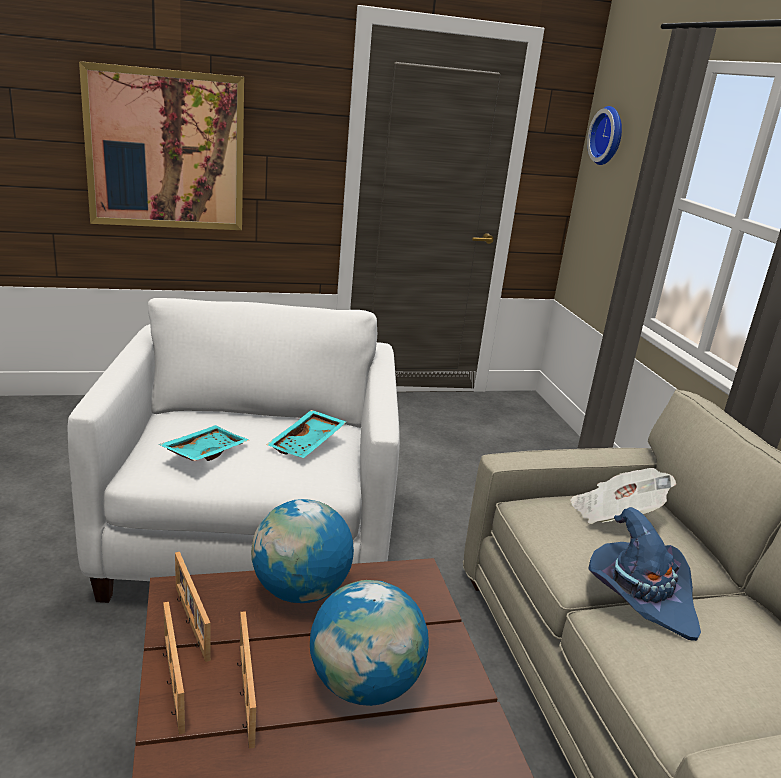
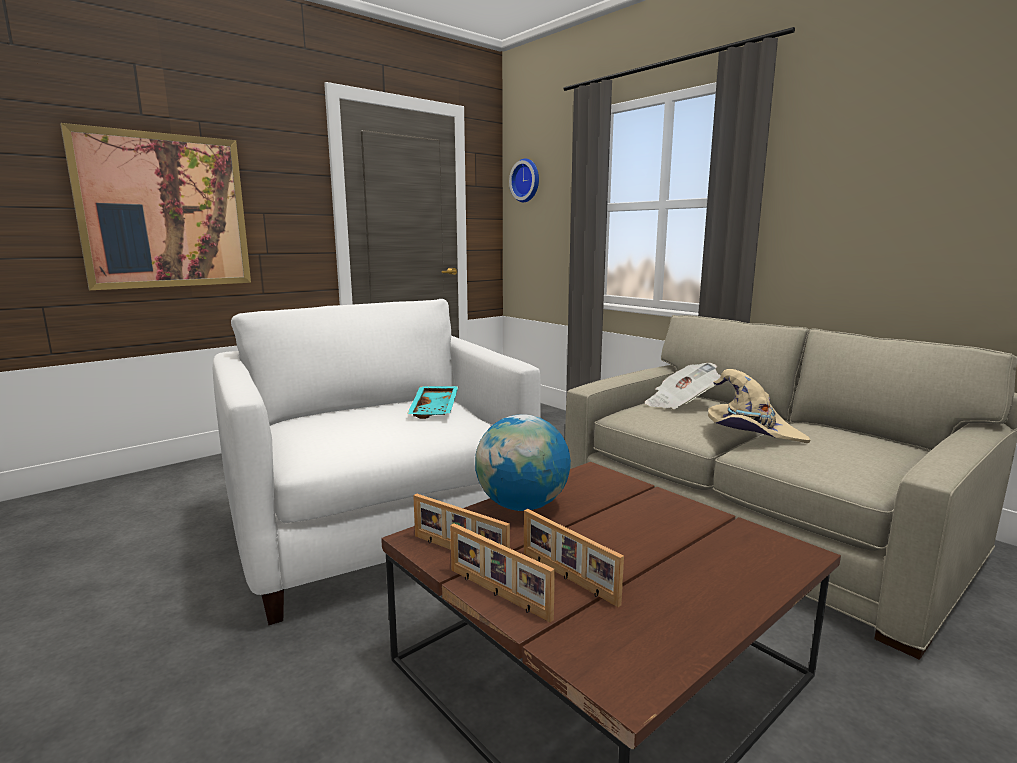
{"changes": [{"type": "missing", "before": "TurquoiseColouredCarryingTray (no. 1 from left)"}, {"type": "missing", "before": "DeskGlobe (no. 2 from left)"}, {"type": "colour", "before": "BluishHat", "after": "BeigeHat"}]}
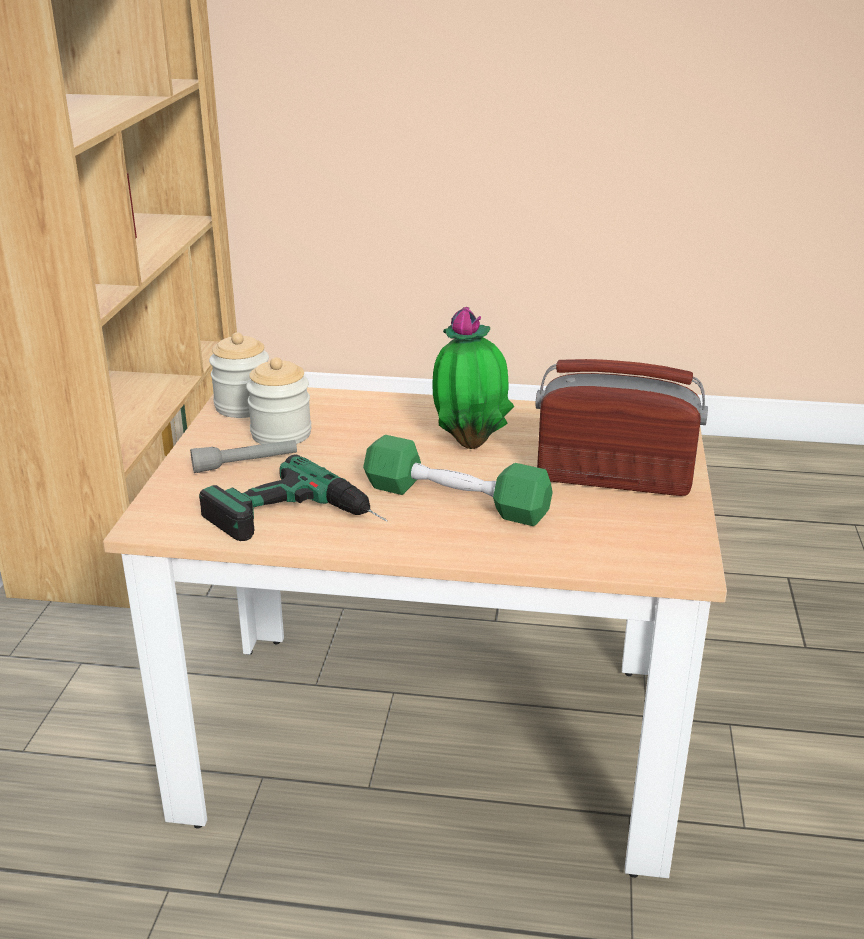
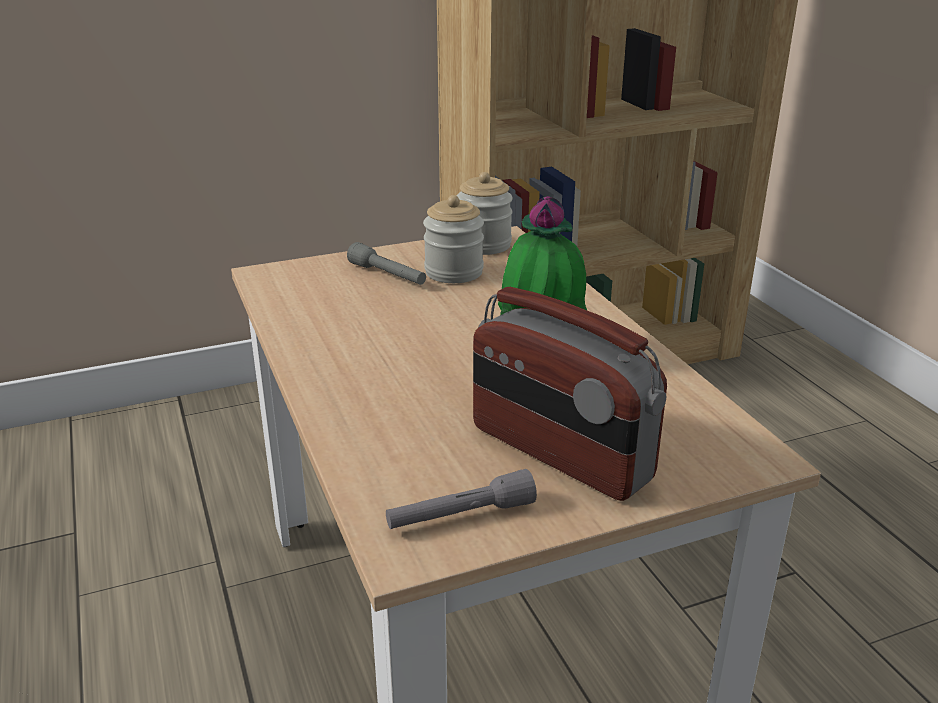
{"changes": [{"type": "missing", "before": "Drill"}, {"type": "missing", "before": "GreenFreeWeight"}, {"type": "appeared", "after": "GreyHandTorch (no. 2 from left)"}, {"type": "spun", "before": "Radio", "turn": 150}]}
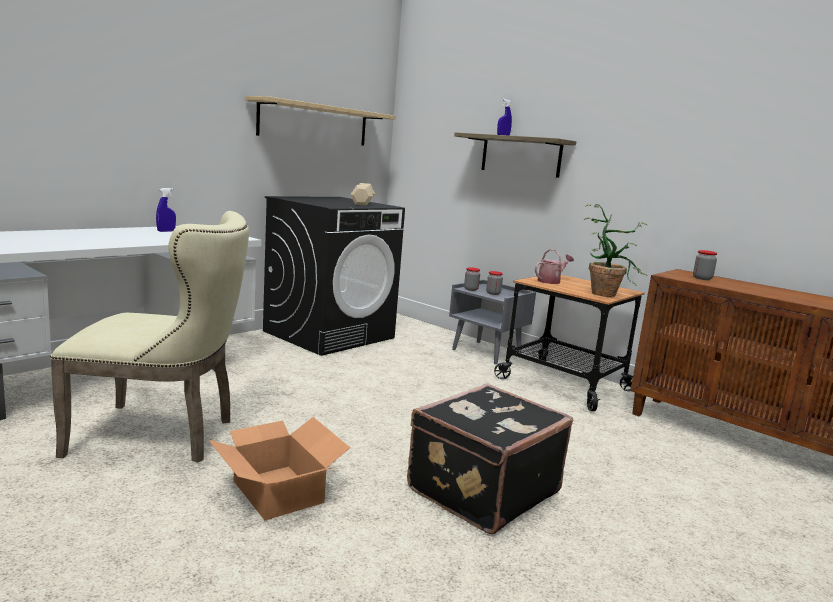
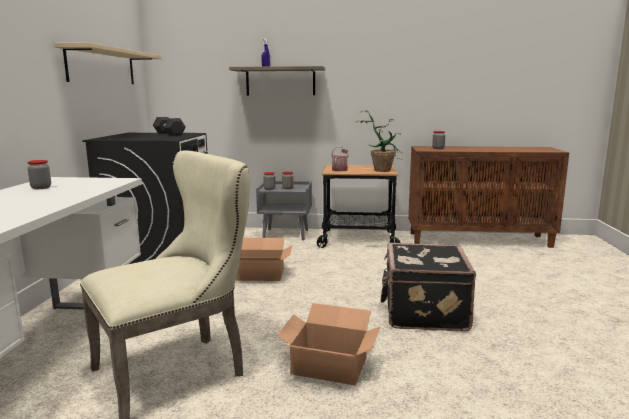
{"changes": [{"type": "appeared", "after": "CardboardBox (no. 1 from left)"}, {"type": "exchanged", "before": "BluishHandSprayer (no. 1 from left)", "after": "PreserveJar (no. 1 from left)"}, {"type": "colour", "before": "BeigeFreeWeight", "after": "BlackColouredFreeWeight"}]}
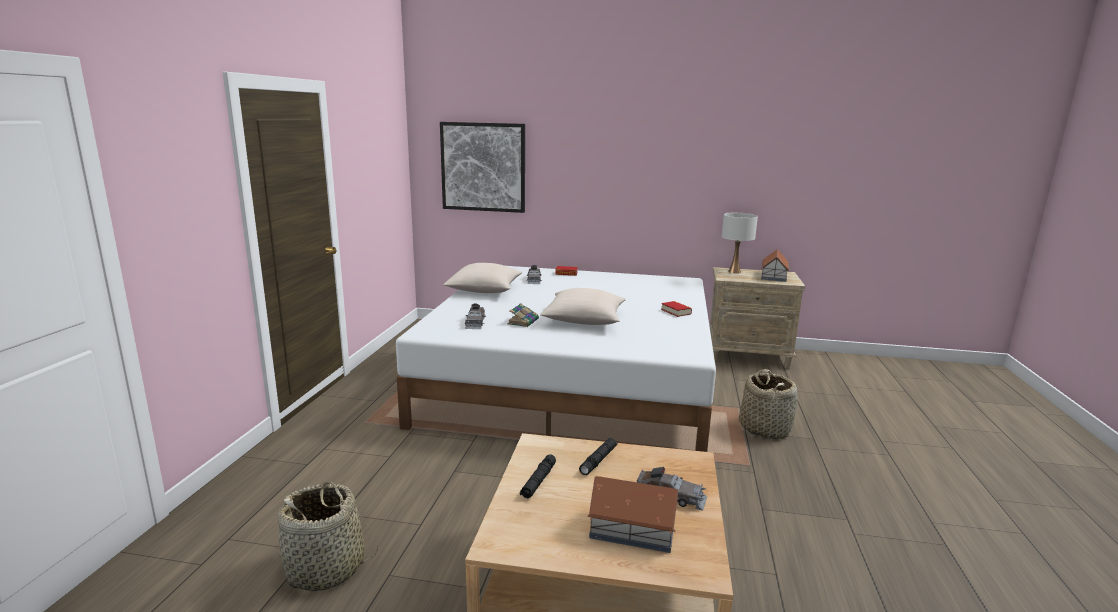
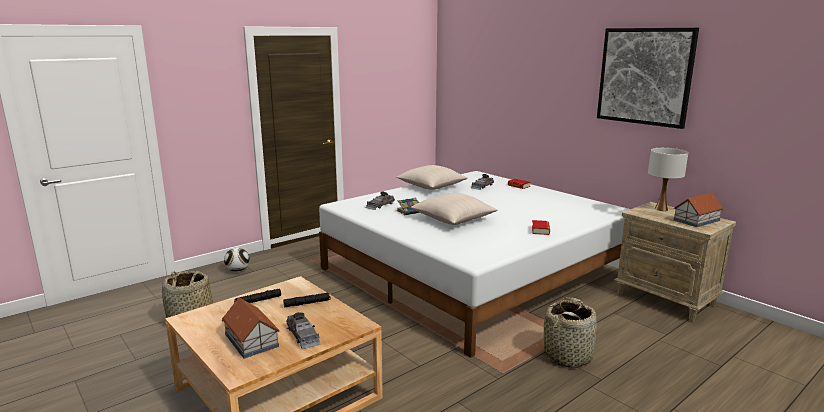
{"changes": [{"type": "appeared", "after": "Football"}, {"type": "relocated", "before": "Picture"}]}
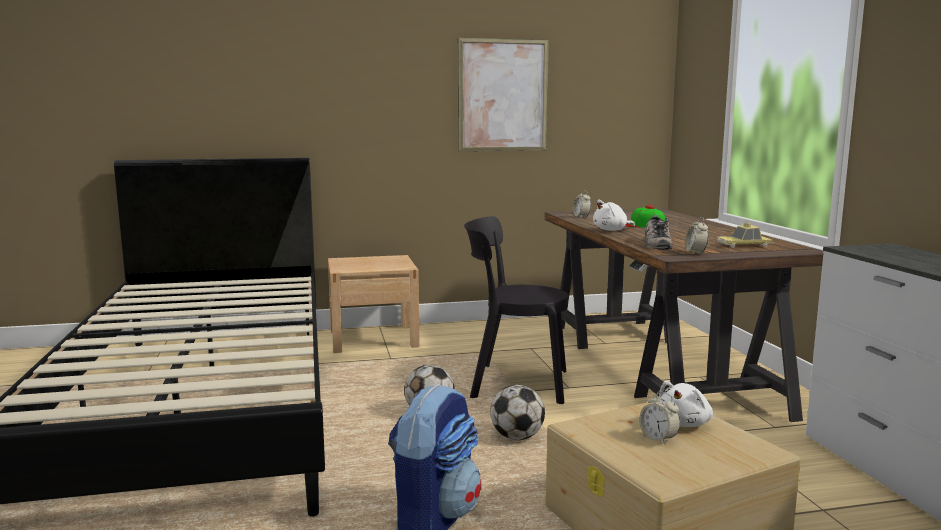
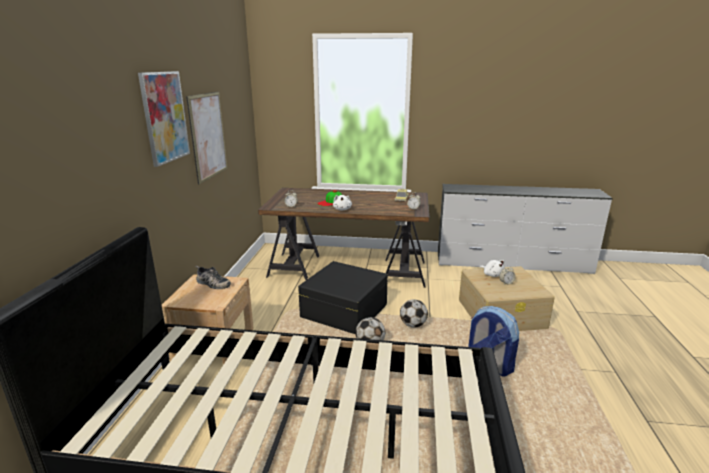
{"changes": [{"type": "appeared", "after": "Picture (no. 1 from left)"}, {"type": "relocated", "before": "LowShoe"}, {"type": "exchanged", "before": "BlackColouredPlainChair", "after": "BlackColouredStorageBox"}]}
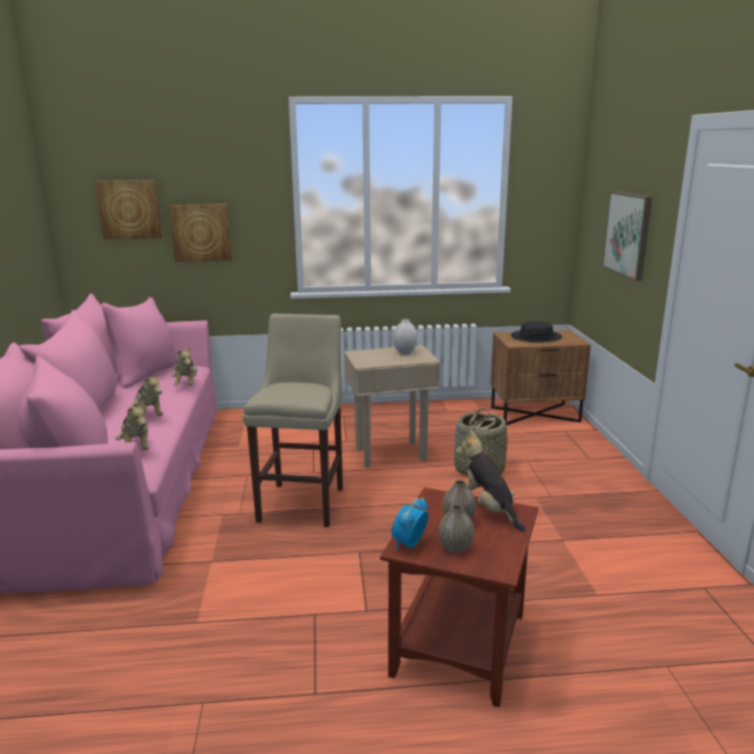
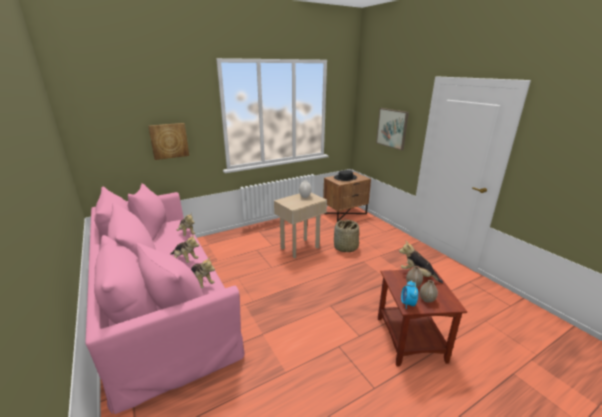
{"changes": [{"type": "missing", "before": "Picture (no. 1 from left)"}, {"type": "missing", "before": "BeigeSittingStool"}]}
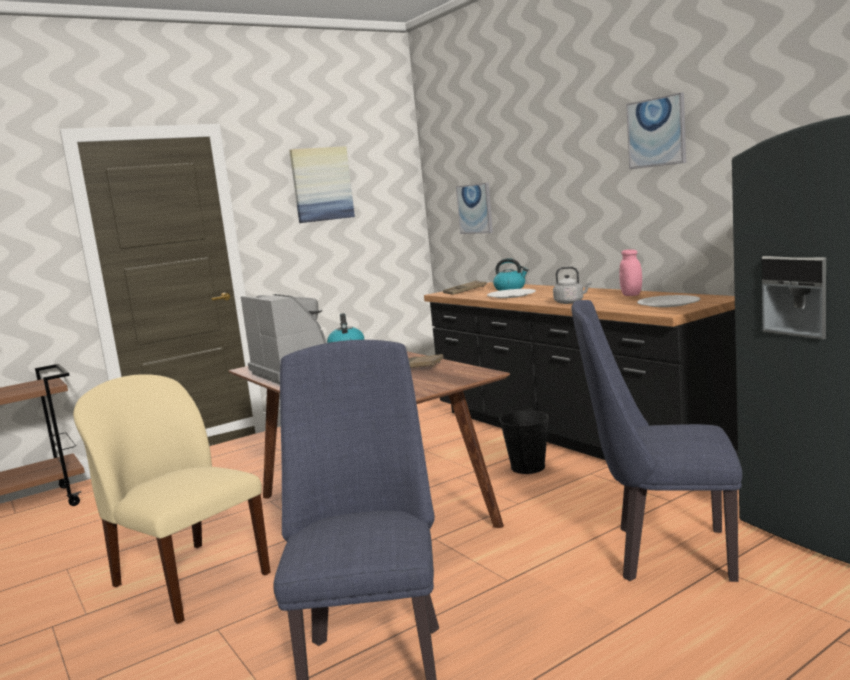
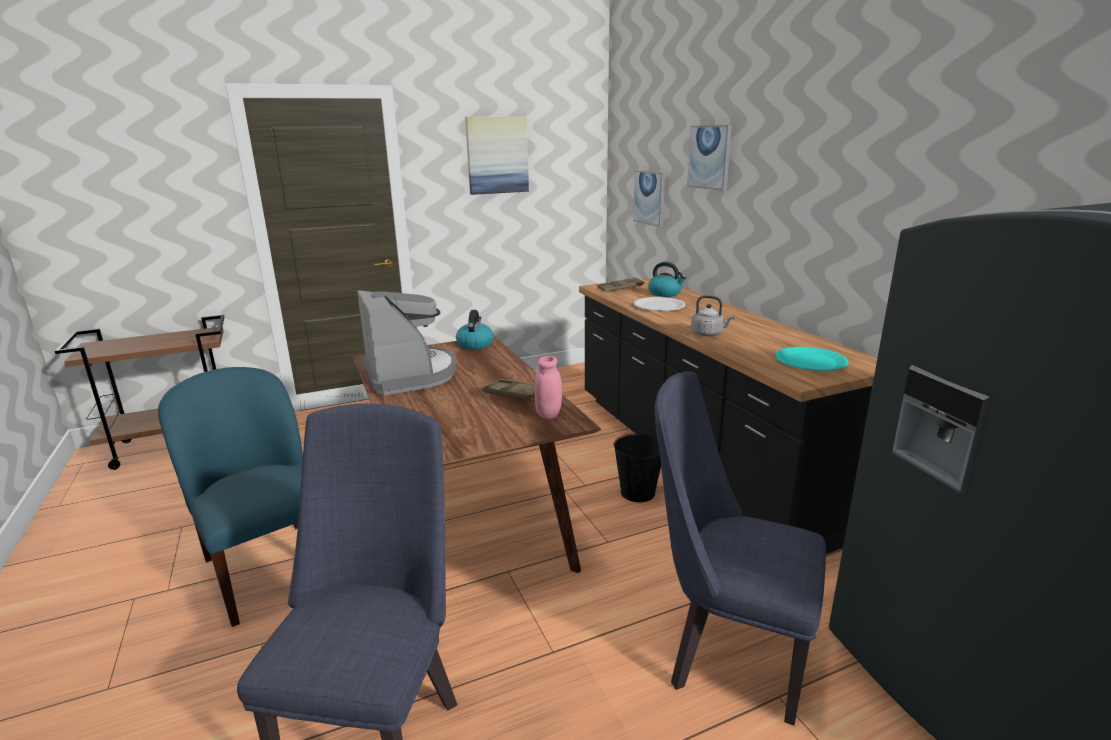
{"changes": [{"type": "relocated", "before": "PinkColouredPreserveJar"}, {"type": "relocated", "before": "Picture (no. 3 from left)"}, {"type": "colour", "before": "BeigePlainChair", "after": "BluishPlainChair (no. 1 from left)"}, {"type": "colour", "before": "WhitePlate (no. 2 from left)", "after": "TurquoiseColouredPlate"}]}
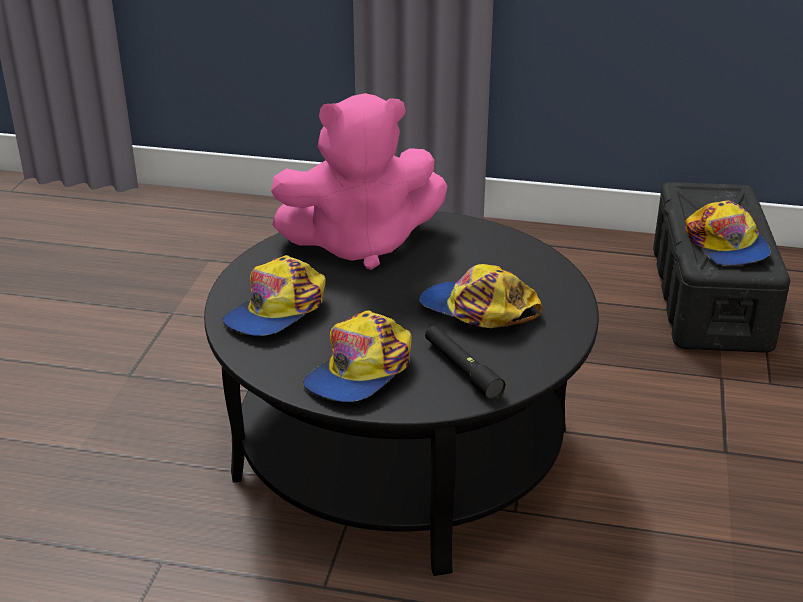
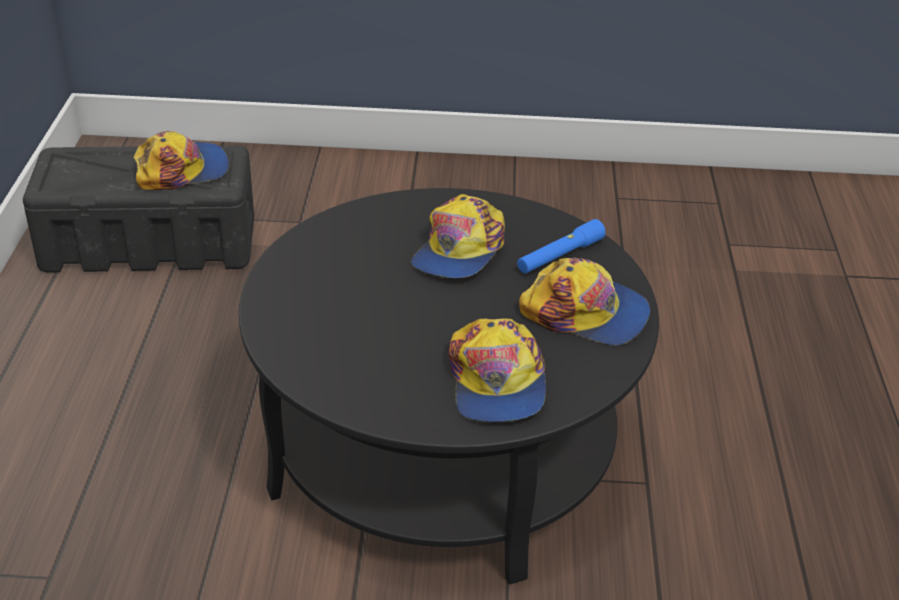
{"changes": [{"type": "missing", "before": "PinkColouredPlushToy"}, {"type": "colour", "before": "BlackColouredHandTorch", "after": "BluishHandTorch"}, {"type": "spun", "before": "Cap (no. 1 from left in the first image)", "turn": 60}]}
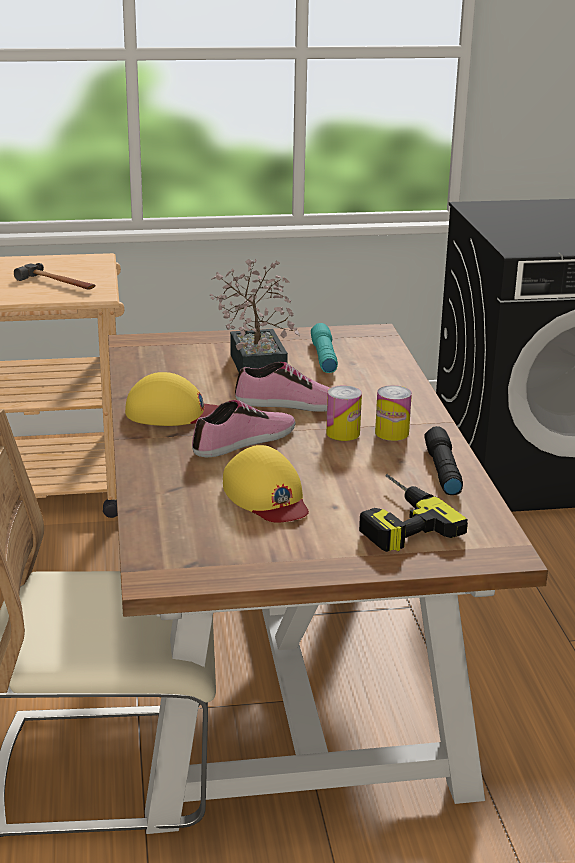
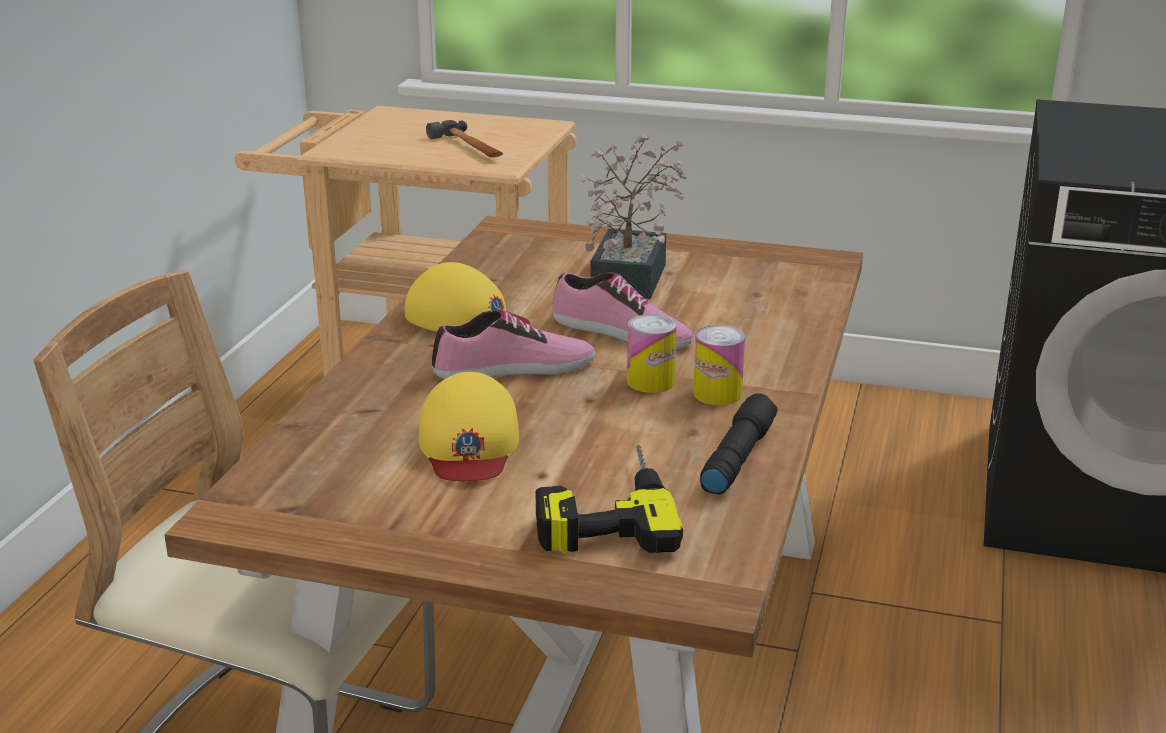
{"changes": [{"type": "missing", "before": "TurquoiseColouredHandTorch"}]}
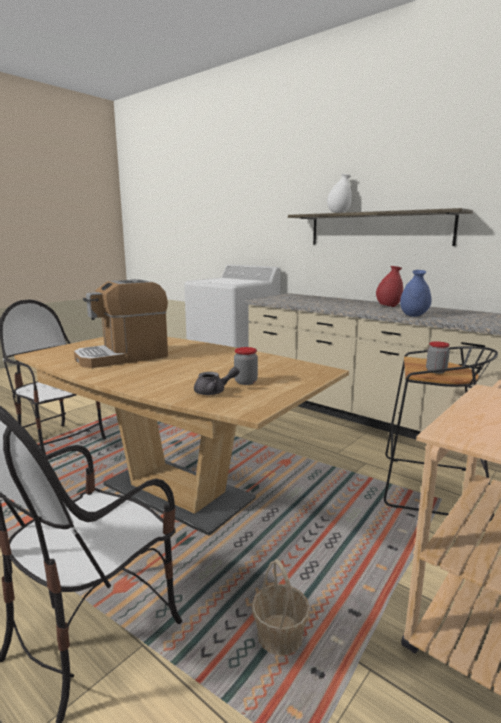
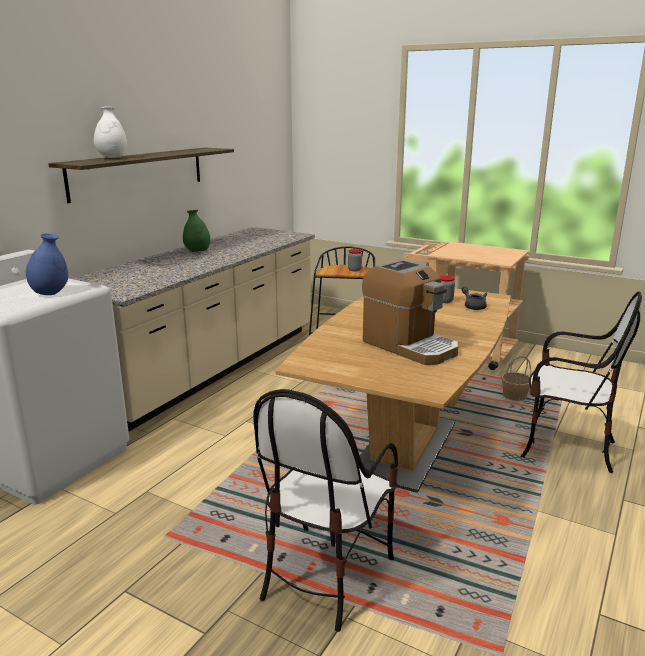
{"changes": [{"type": "relocated", "before": "BluishFlowerVase"}, {"type": "colour", "before": "RedColouredFlowerVase", "after": "GreenFlowerVase"}]}
